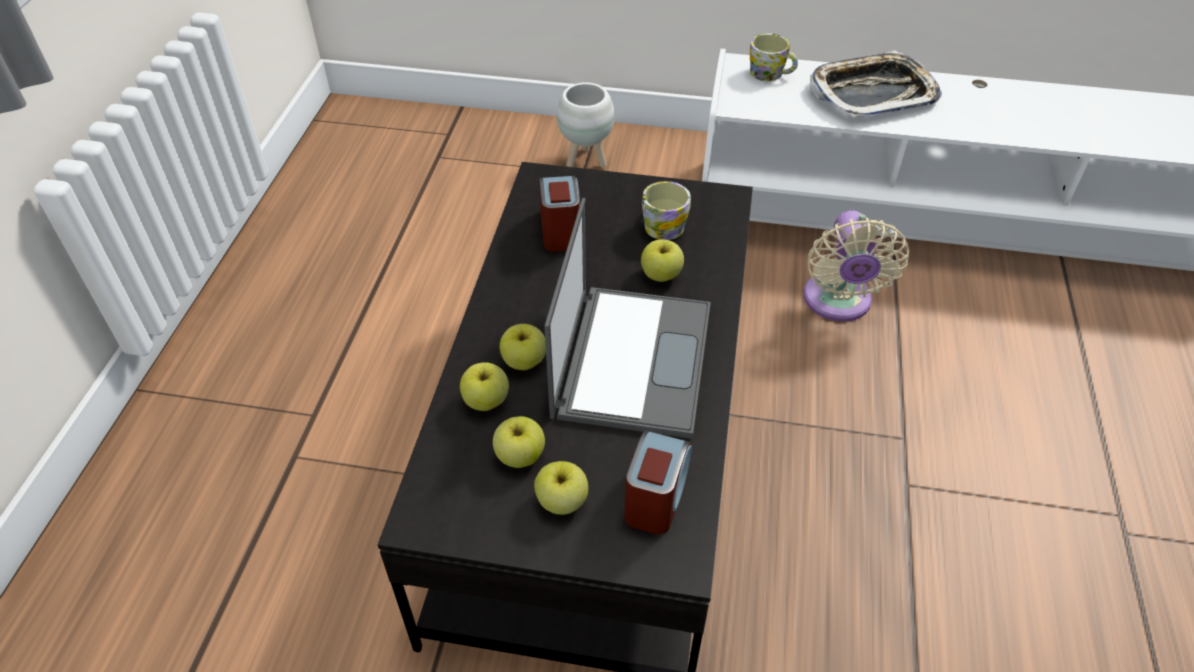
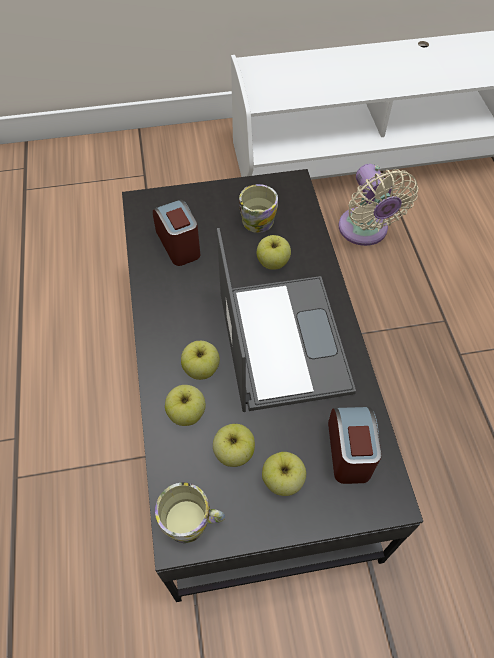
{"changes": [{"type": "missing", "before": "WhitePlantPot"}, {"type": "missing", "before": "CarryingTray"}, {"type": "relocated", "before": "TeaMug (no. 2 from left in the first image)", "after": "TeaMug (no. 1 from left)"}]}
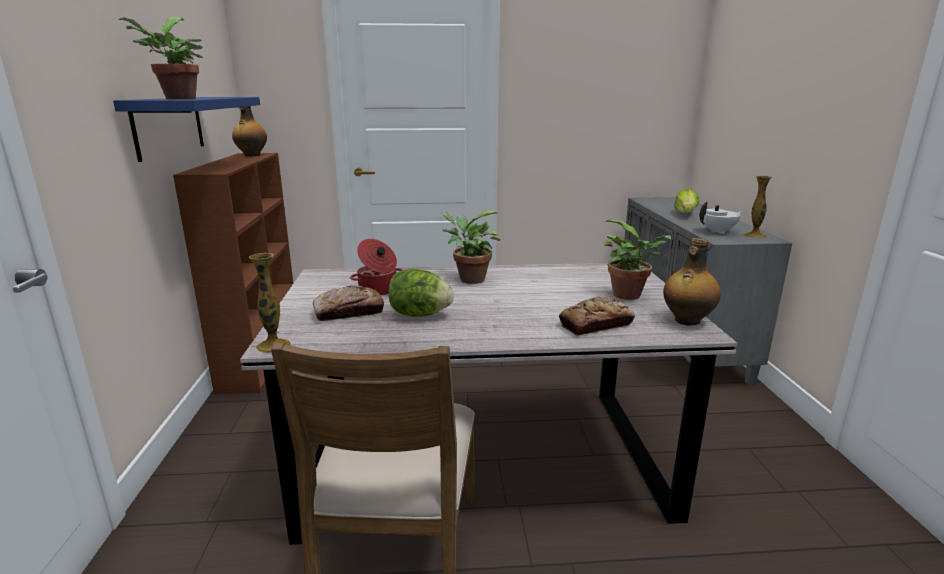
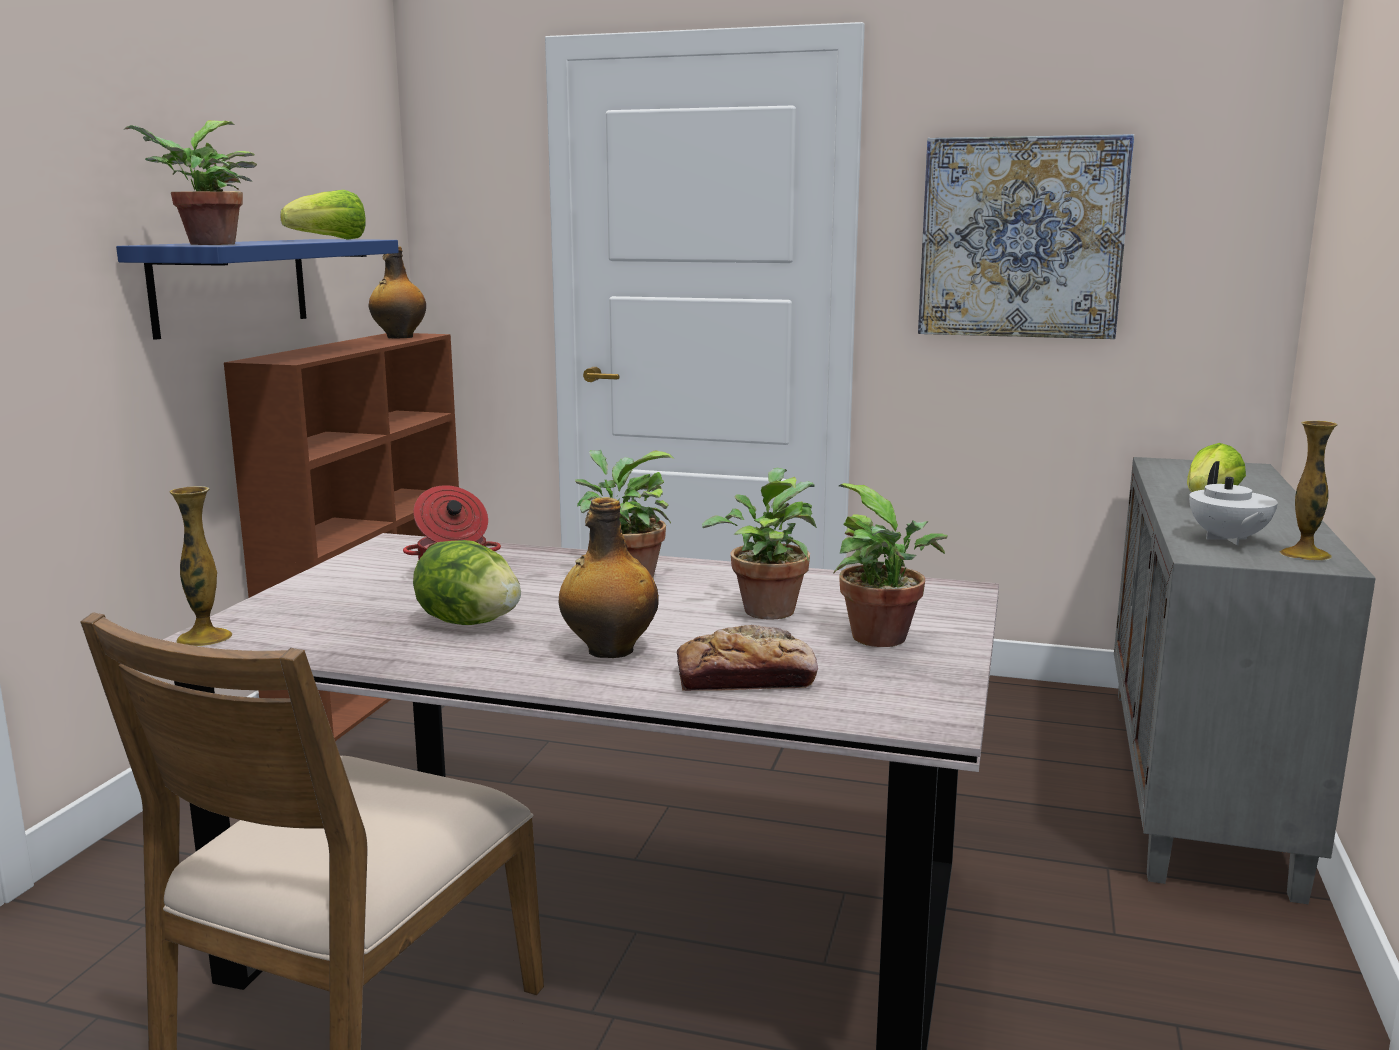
{"changes": [{"type": "missing", "before": "BakedBread (no. 1 from left)"}, {"type": "appeared", "after": "LettuceHead (no. 1 from left)"}, {"type": "appeared", "after": "PottedPlant (no. 3 from left)"}, {"type": "appeared", "after": "Picture"}, {"type": "relocated", "before": "BeverageBottle (no. 2 from left)"}, {"type": "spun", "before": "WhiteTeaPot", "turn": 90}]}
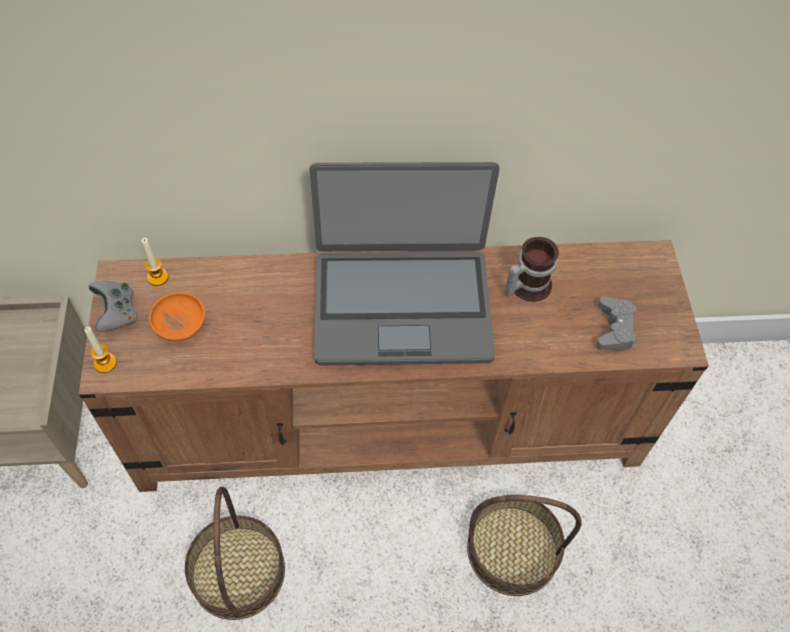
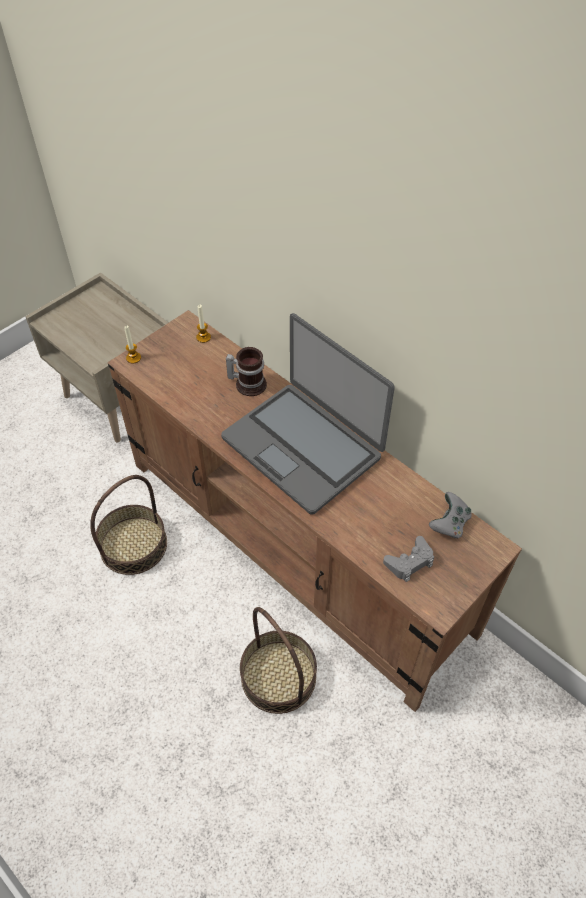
{"changes": [{"type": "missing", "before": "OrangeServingBowl"}, {"type": "relocated", "before": "GreyGamepad (no. 1 from left in the first image)", "after": "GreyGamepad (no. 2 from left)"}, {"type": "relocated", "before": "TeaMug"}]}
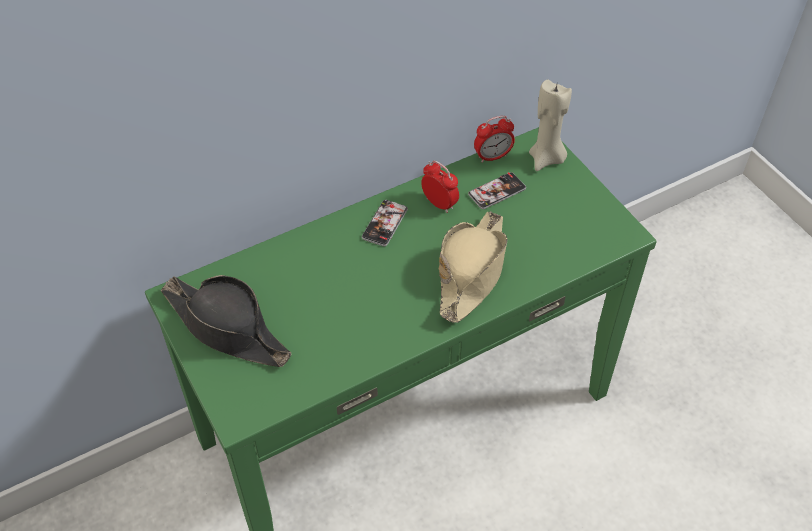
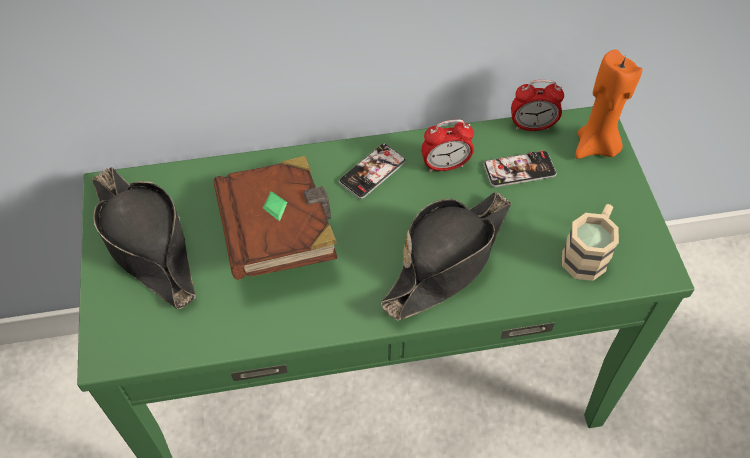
{"changes": [{"type": "appeared", "after": "BrownColouredVolume"}, {"type": "appeared", "after": "BeigeTeaMug"}, {"type": "colour", "before": "BeigeHat", "after": "BlackColouredHat (no. 2 from left)"}, {"type": "colour", "before": "BeigeWaxLight", "after": "OrangeWaxLight"}, {"type": "spun", "before": "AlarmClock (no. 1 from left)", "turn": 105}]}
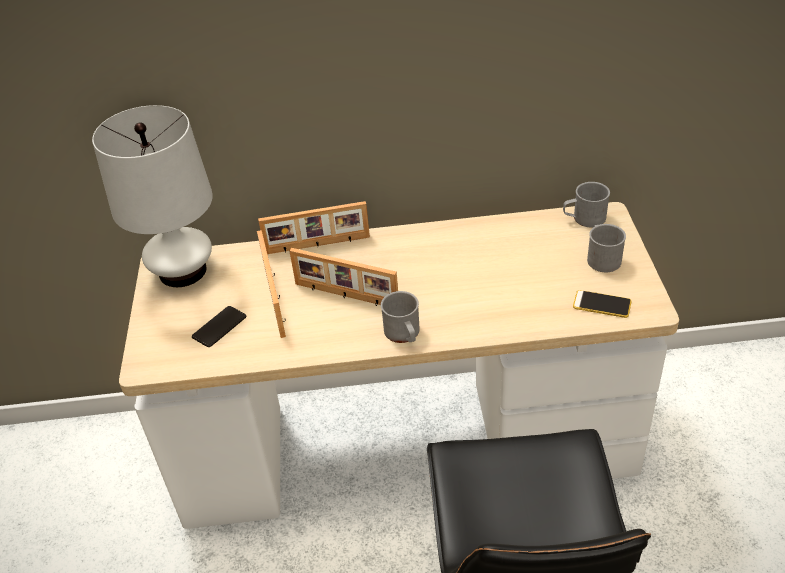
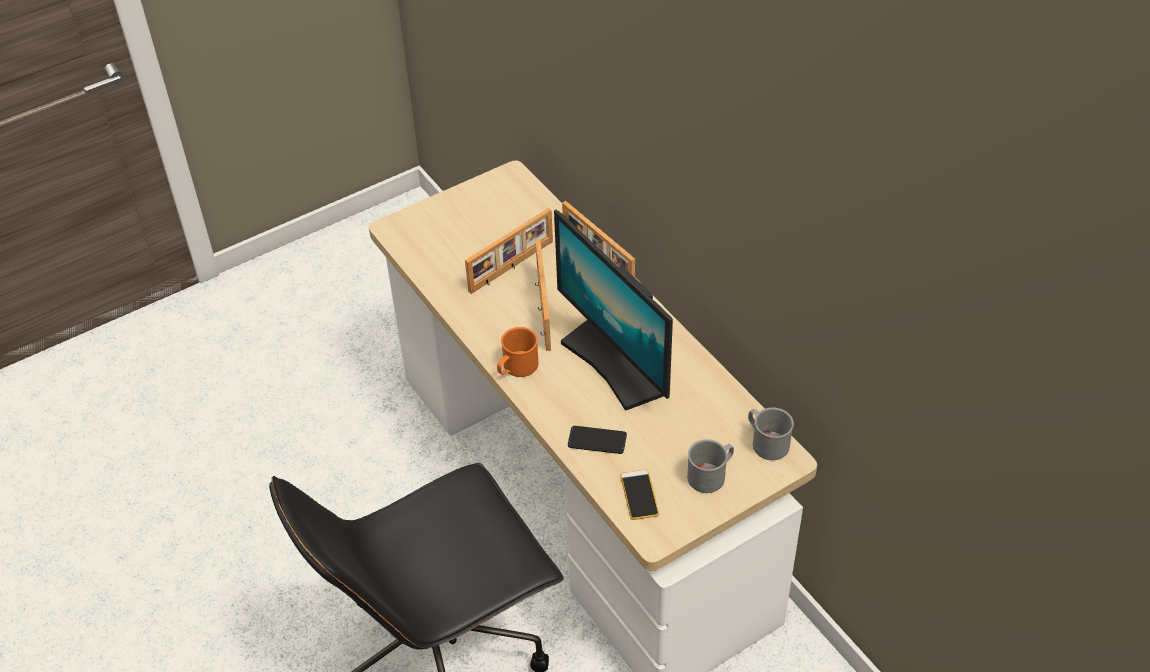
{"changes": [{"type": "missing", "before": "WhiteTableLamp"}, {"type": "appeared", "after": "ComputerDisplay"}, {"type": "relocated", "before": "Telephone (no. 1 from left)"}, {"type": "colour", "before": "GreyTeaMug (no. 1 from left)", "after": "OrangeTeaMug"}]}
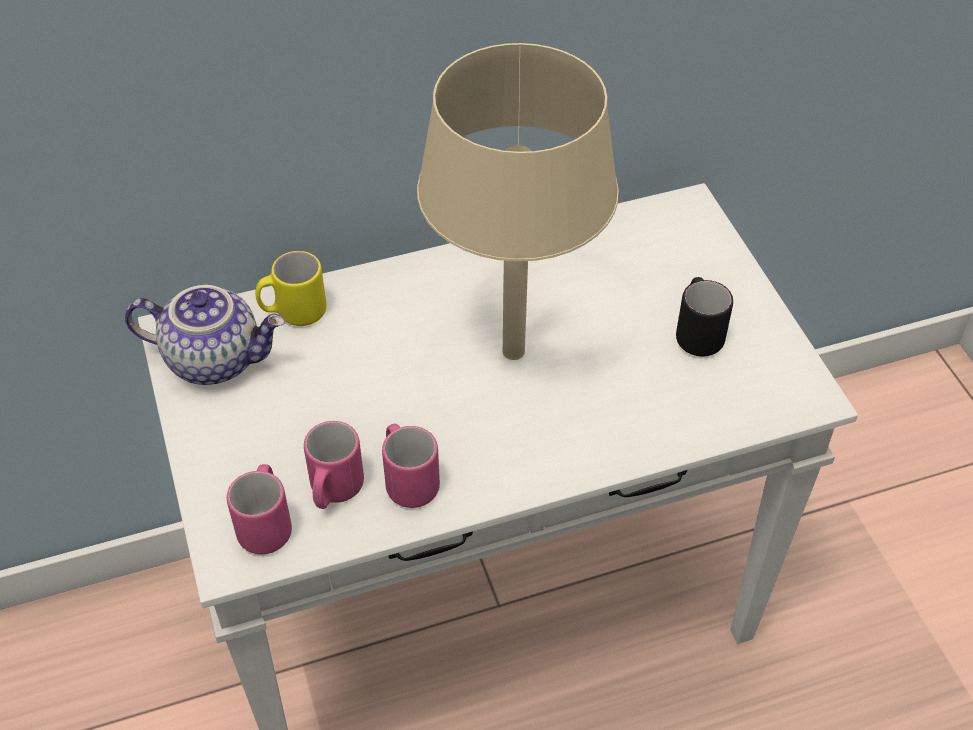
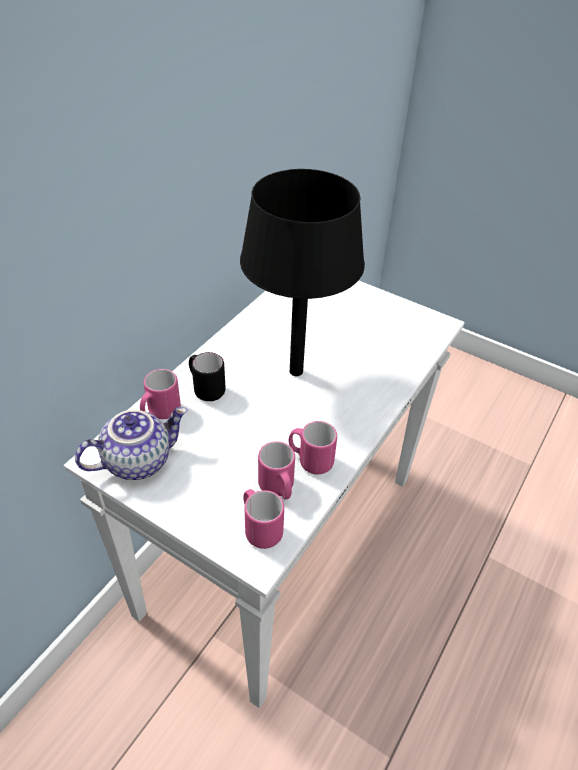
{"changes": [{"type": "relocated", "before": "BlackColouredTeaMug"}, {"type": "colour", "before": "YellowishTeaMug", "after": "PinkColouredTeaMug (no. 1 from left)"}, {"type": "colour", "before": "BeigeTableLamp", "after": "BlackColouredTableLamp"}]}
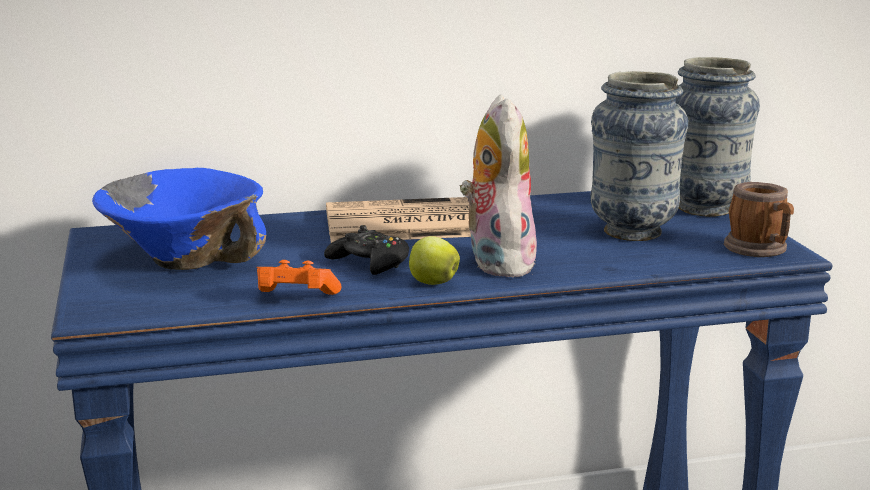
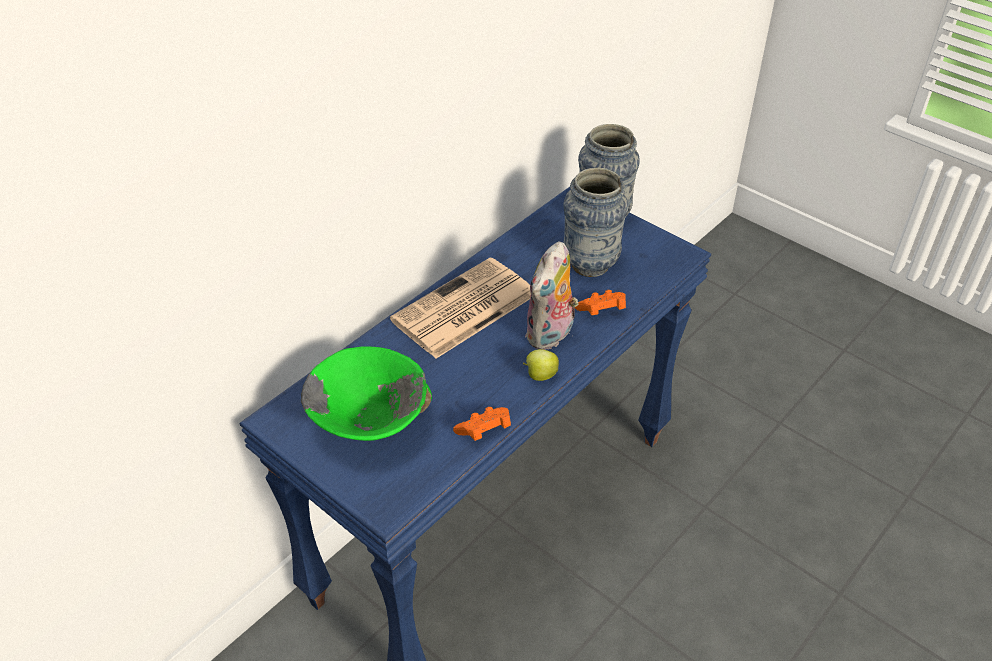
{"changes": [{"type": "missing", "before": "BlackColouredGamepad"}, {"type": "missing", "before": "TeaMug"}, {"type": "appeared", "after": "OrangeGamepad (no. 2 from left)"}, {"type": "colour", "before": "BluishServingBowl", "after": "GreenServingBowl"}, {"type": "spun", "before": "PlushToy", "turn": -105}]}
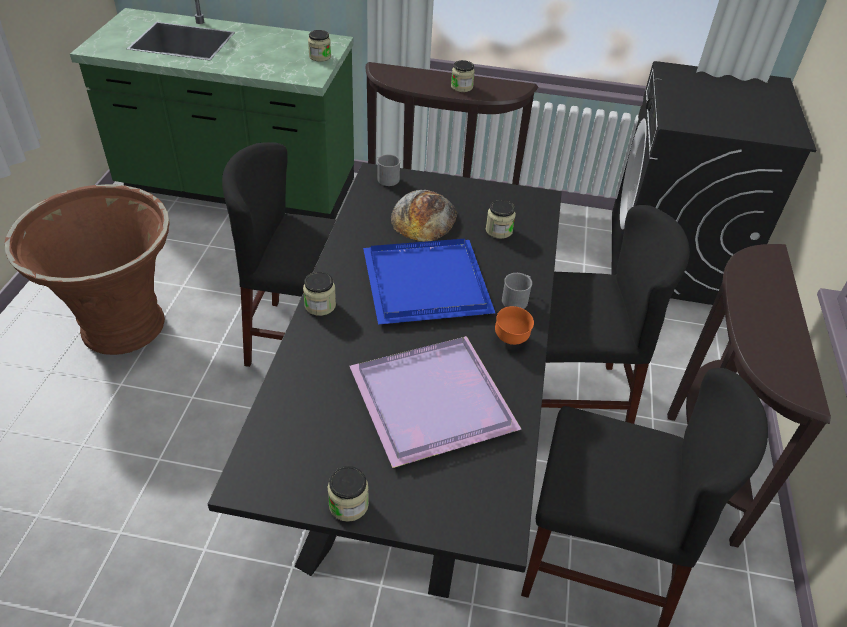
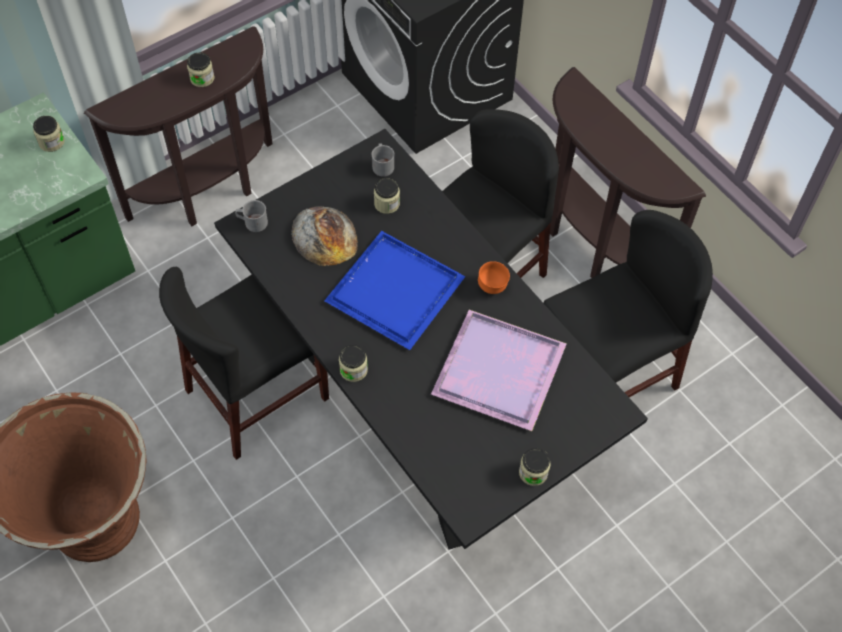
{"changes": [{"type": "relocated", "before": "GreyTeaMug (no. 2 from left)"}]}
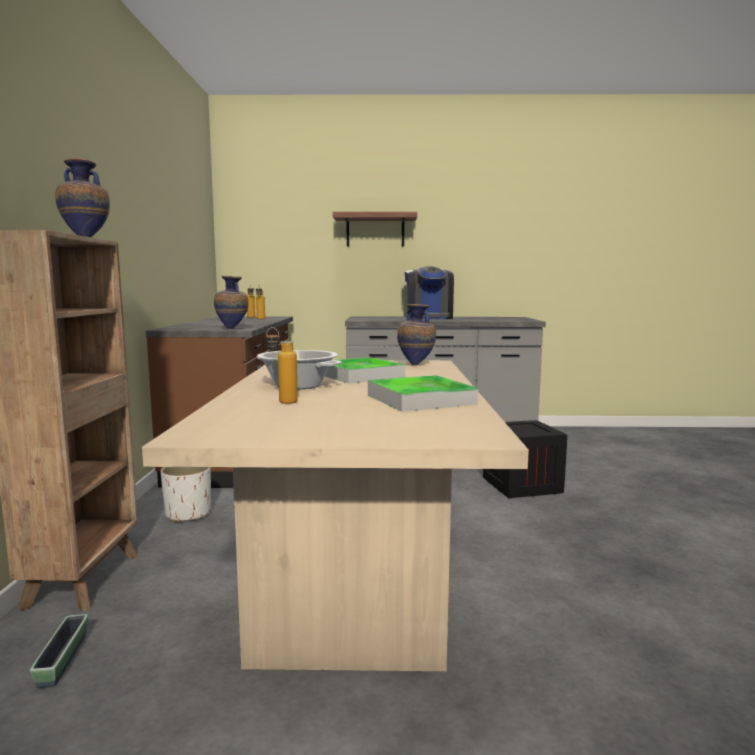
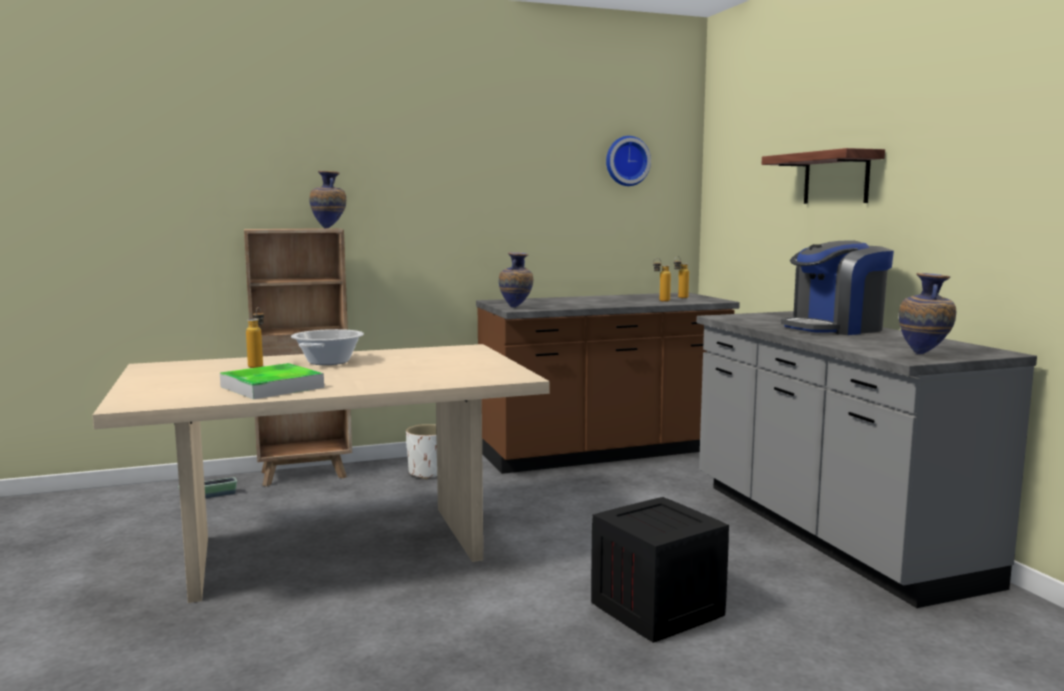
{"changes": [{"type": "missing", "before": "CarryingTray (no. 1 from left)"}, {"type": "appeared", "after": "ClockOnTheWall"}, {"type": "relocated", "before": "FlowerVase (no. 3 from left)"}]}
